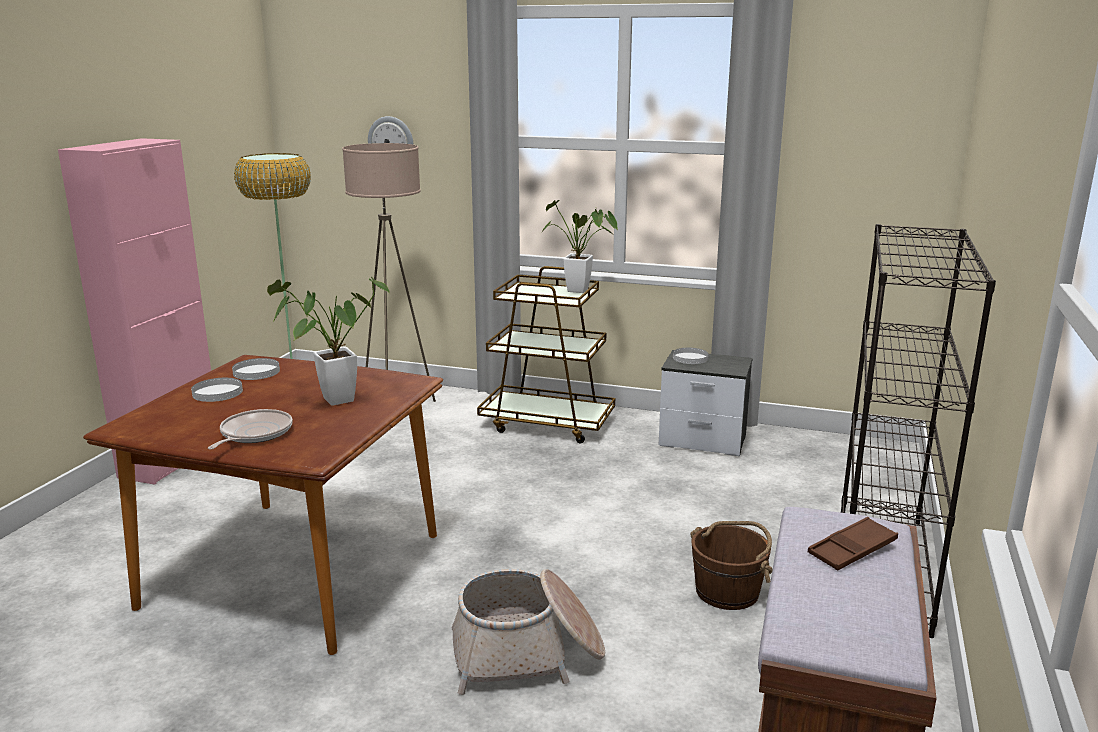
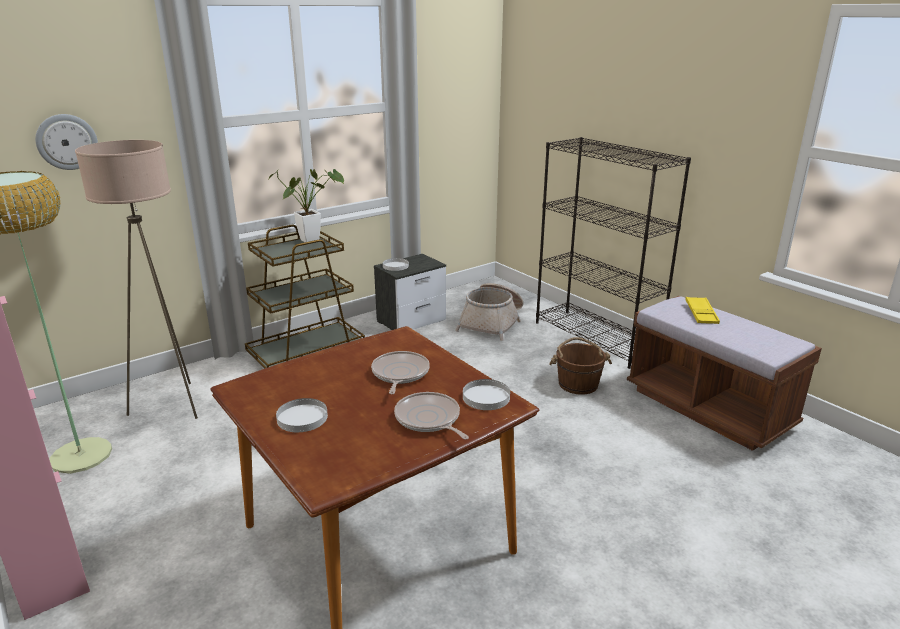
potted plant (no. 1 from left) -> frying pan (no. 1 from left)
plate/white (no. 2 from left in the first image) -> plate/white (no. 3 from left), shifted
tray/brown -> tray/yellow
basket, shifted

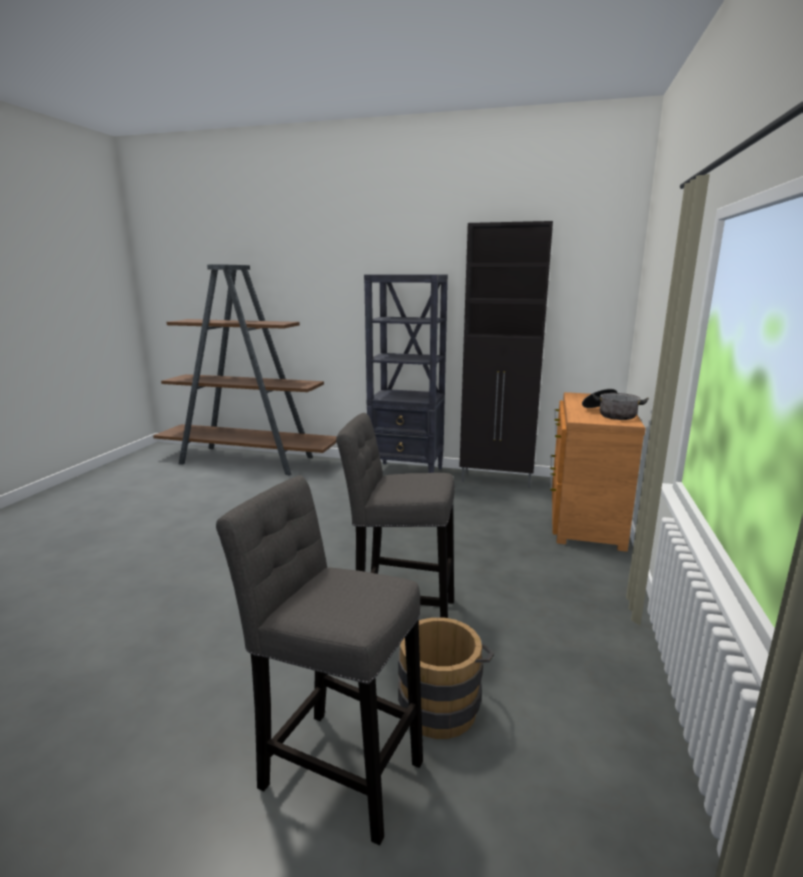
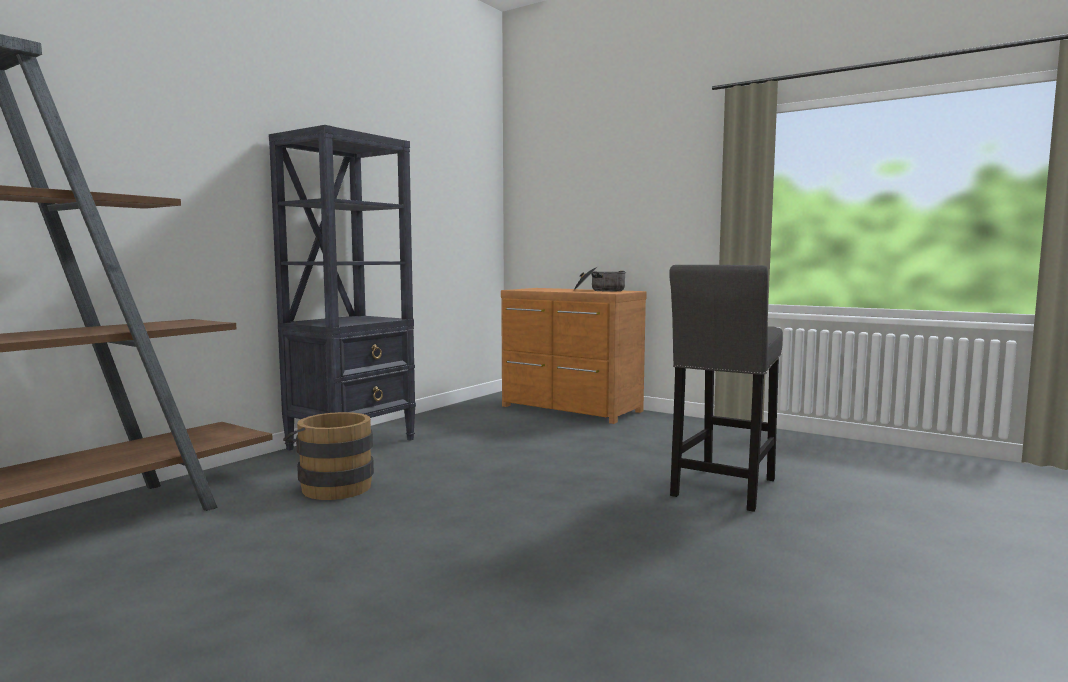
cabinet/black -> none
stool/grey (no. 1 from left) -> none
bucket/brown, shifted

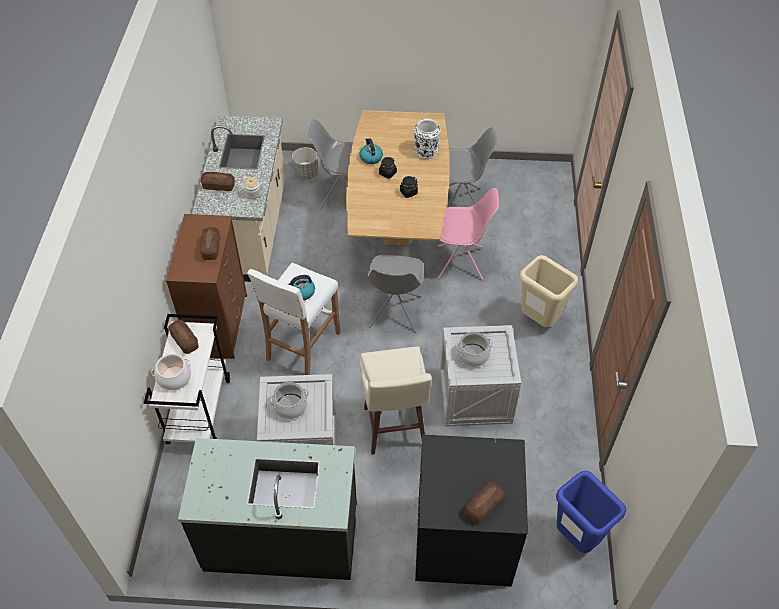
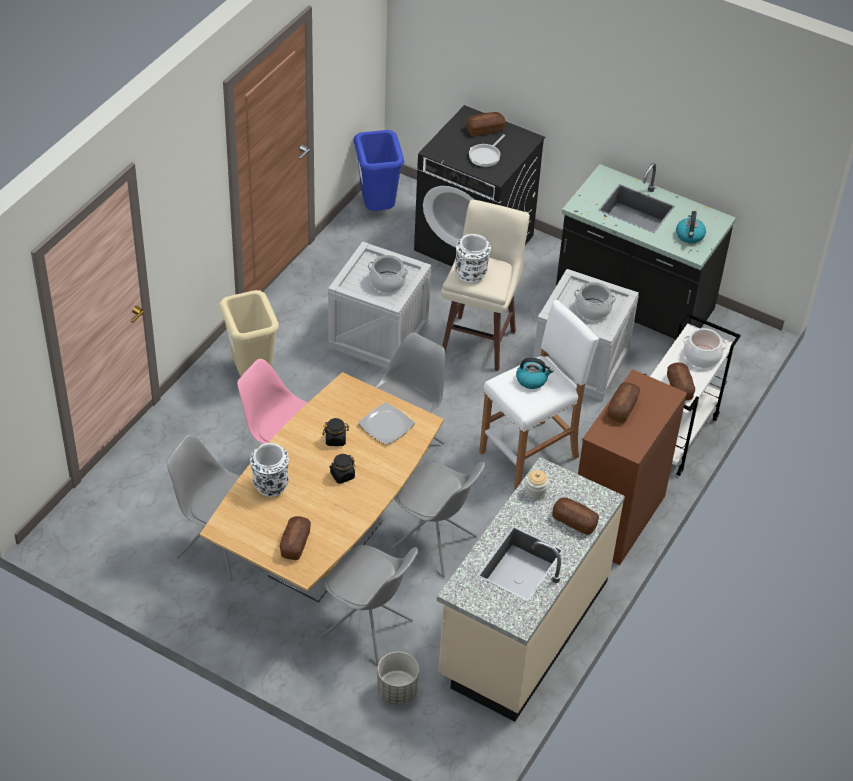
kettle (no. 2 from left), shifted
none -> frying pan
none -> vase/white (no. 2 from left)
none -> plate
none -> chair/grey (no. 4 from left)
none -> bread (no. 1 from left)

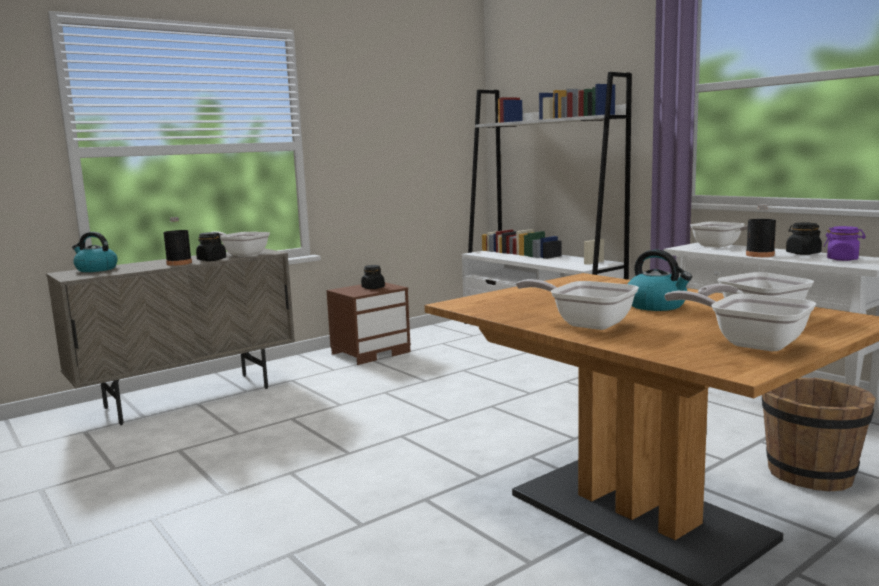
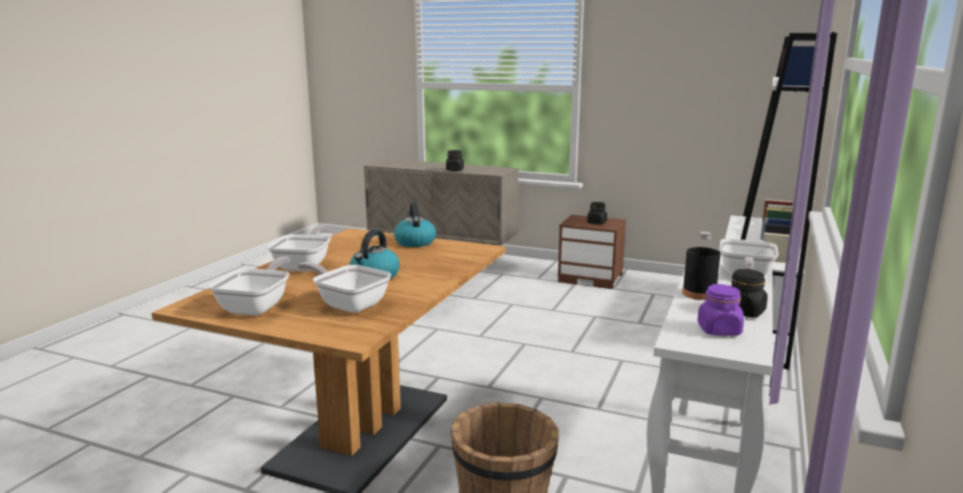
bottle/black (no. 1 from left) -> none
frying pan (no. 1 from left) -> none
kettle (no. 1 from left in the first image) -> kettle (no. 2 from left), shifted

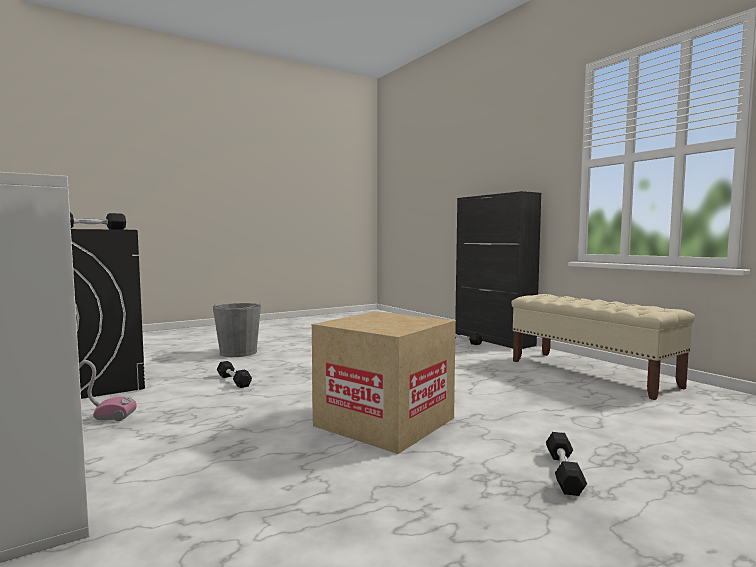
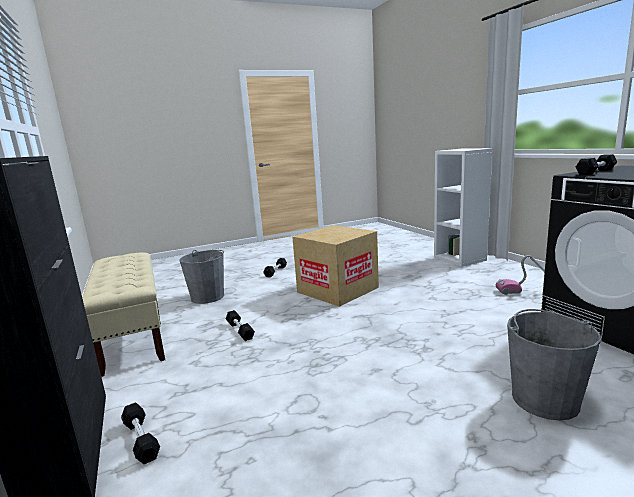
dumbbell/black (no. 2 from left), shifted
none -> bucket/grey (no. 1 from left)

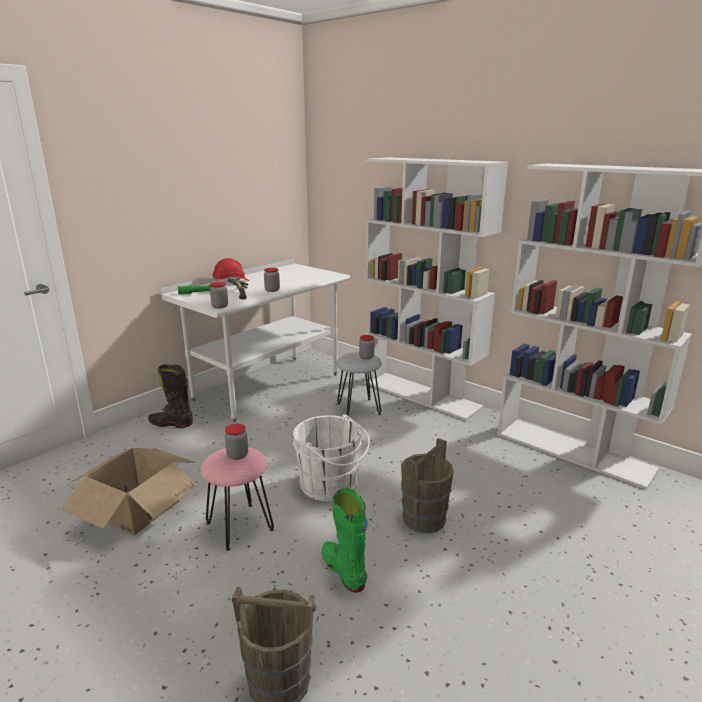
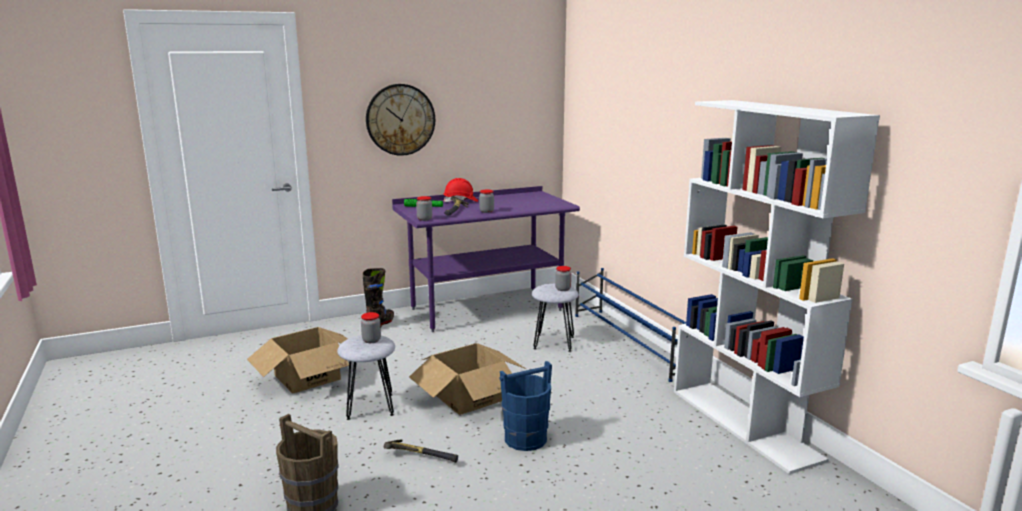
bookcase/white (no. 1 from left) -> shoe rack/blue
desk/white -> desk/purple
boot/black, 75 degrees clockwise
bucket/white -> cardboard box (no. 2 from left)
bucket/brown (no. 2 from left) -> bucket/blue
stool/pink -> stool/grey (no. 1 from left)
boot/green -> hammer (no. 1 from left)
none -> wall clock

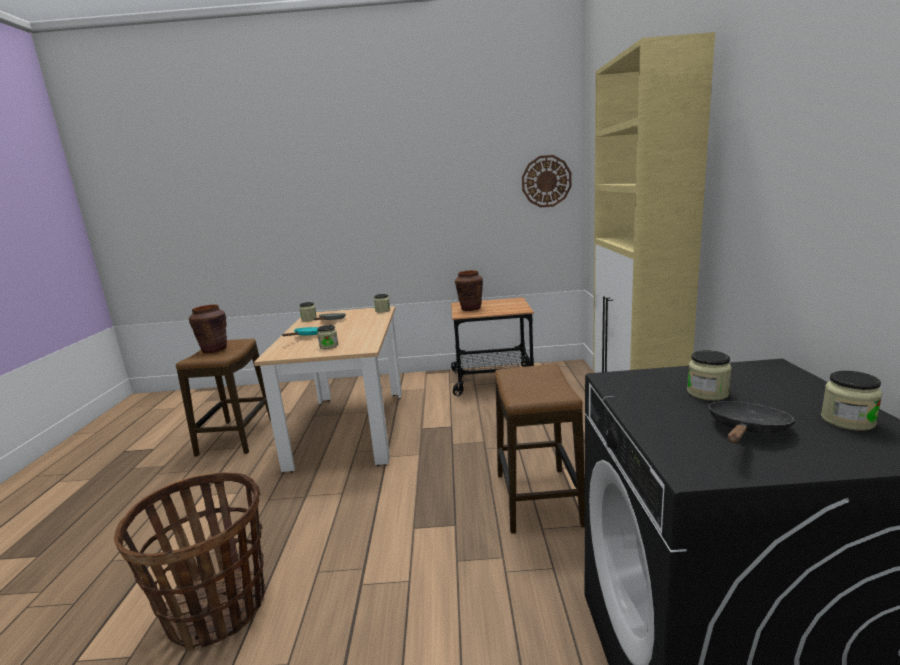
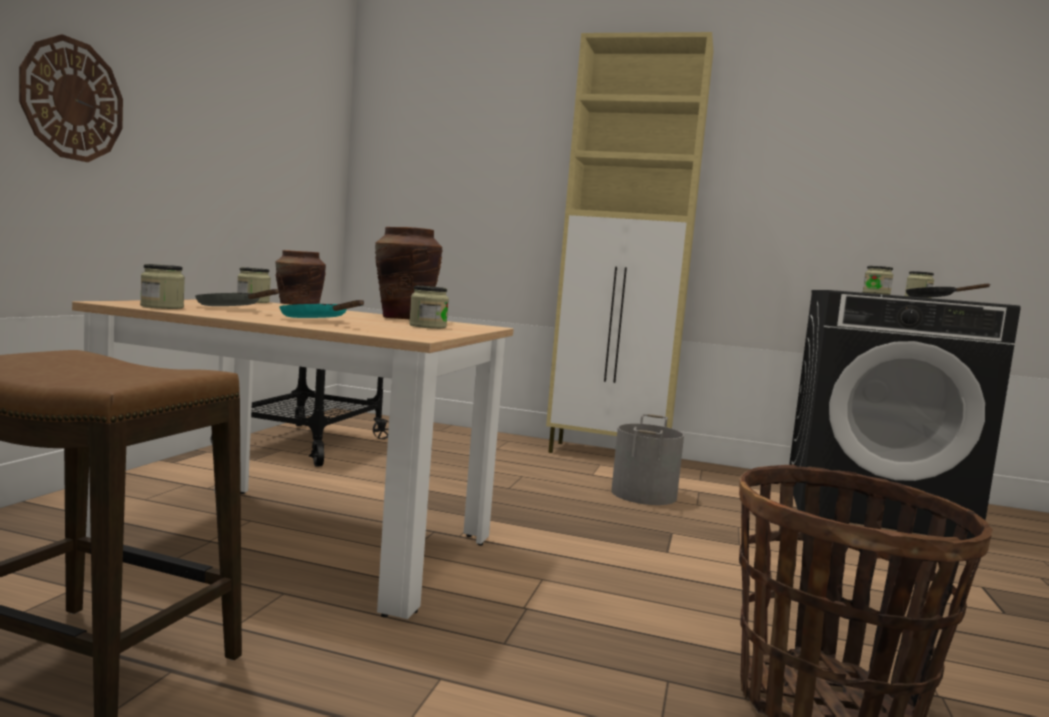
wall clock, shifted
vase/brown (no. 1 from left in the first image) -> vase/brown (no. 2 from left), shifted
stool (no. 2 from left) -> bucket/grey

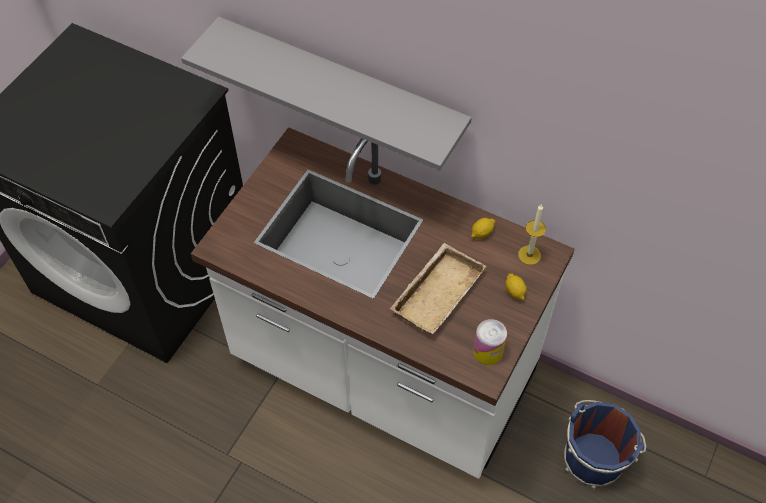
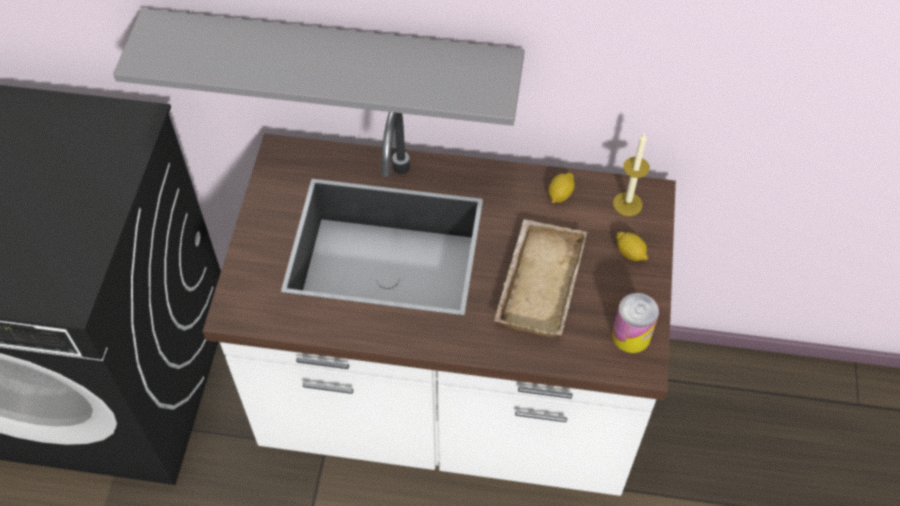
bucket/blue -> none

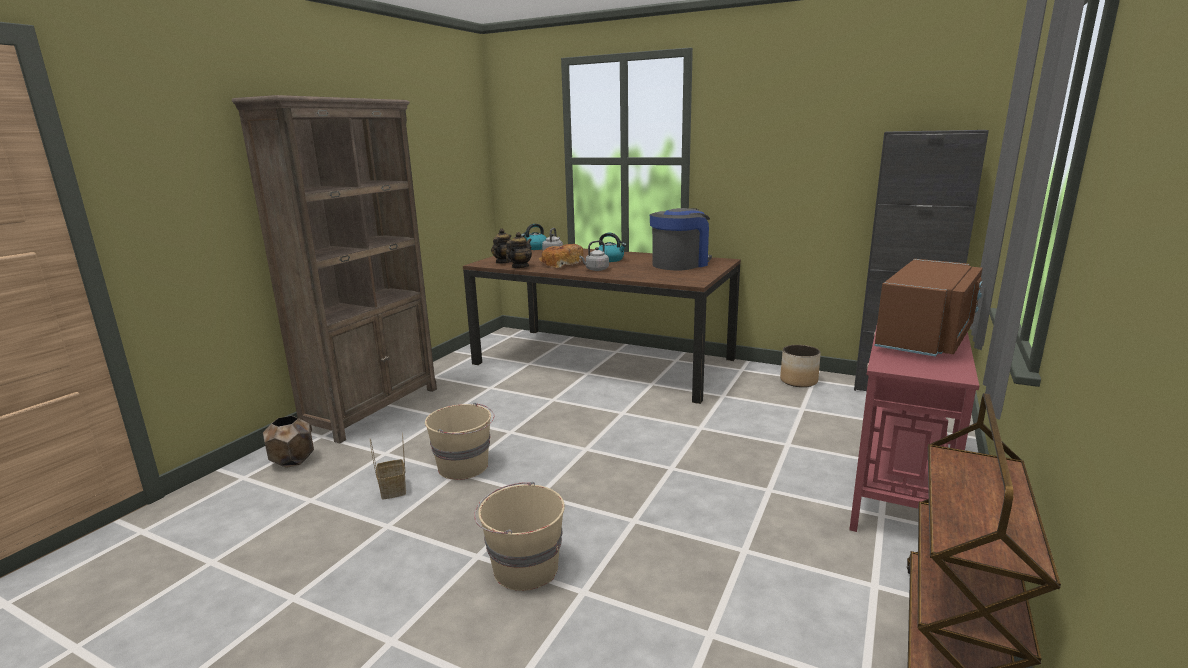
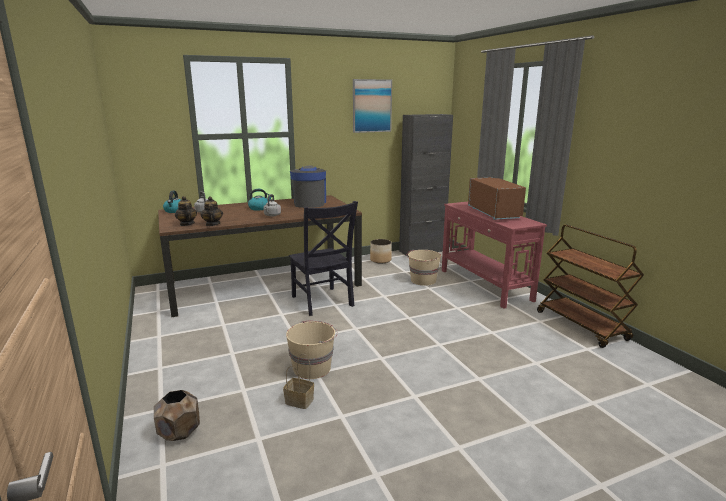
bookcase/brown -> none
bread -> none
bucket/beige (no. 2 from left), shifted
none -> picture
none -> chair/black

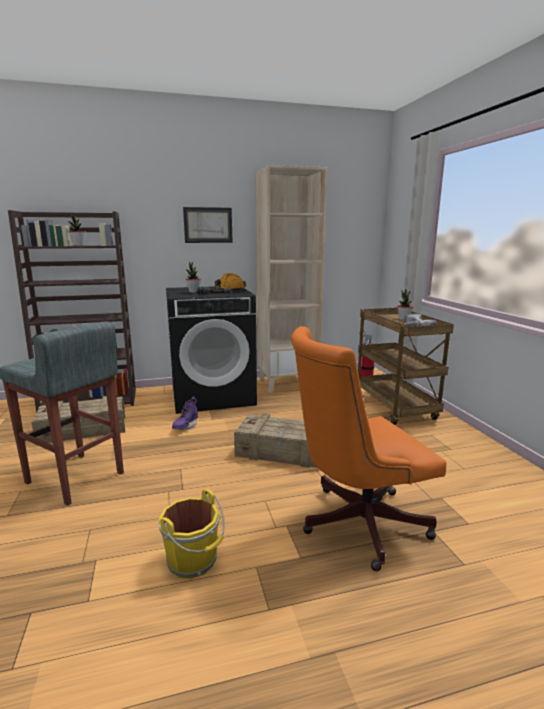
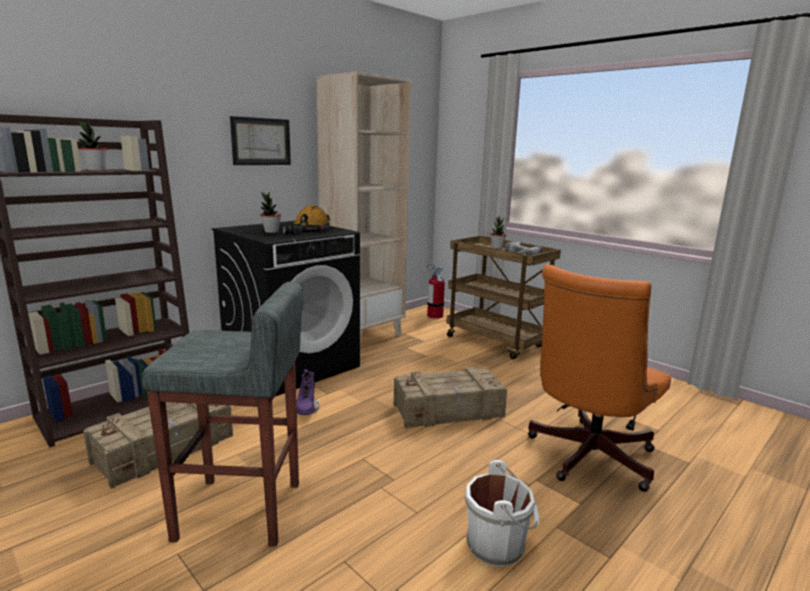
bucket/yellow -> bucket/white

